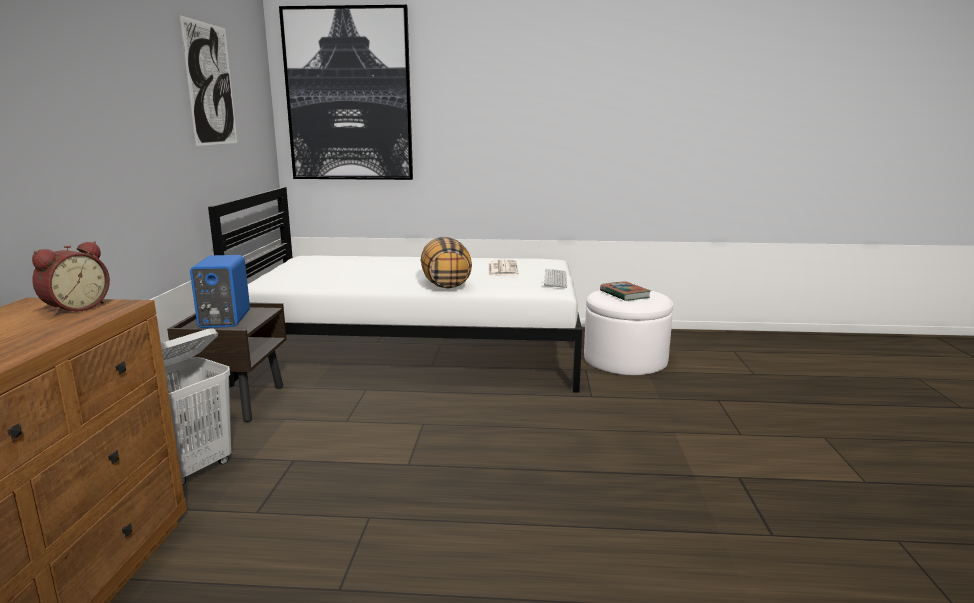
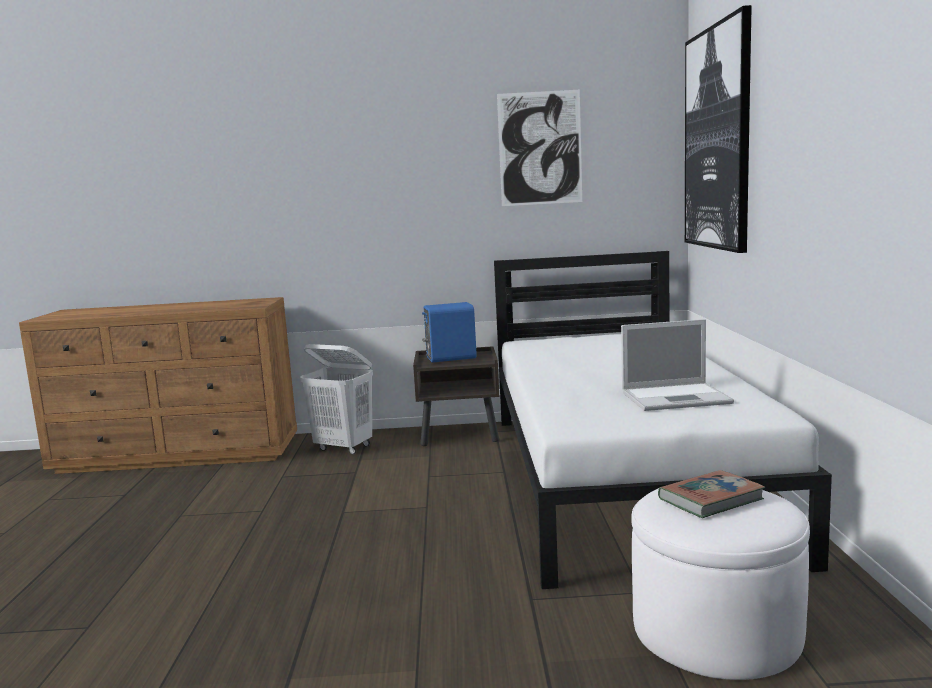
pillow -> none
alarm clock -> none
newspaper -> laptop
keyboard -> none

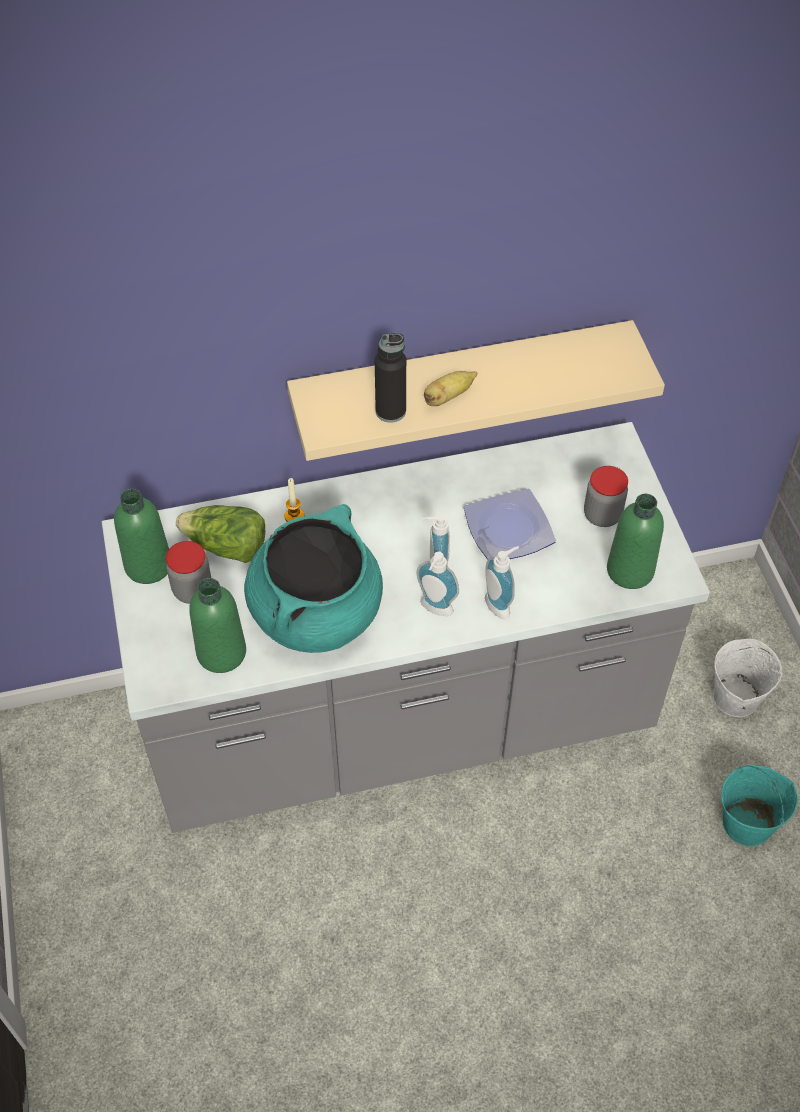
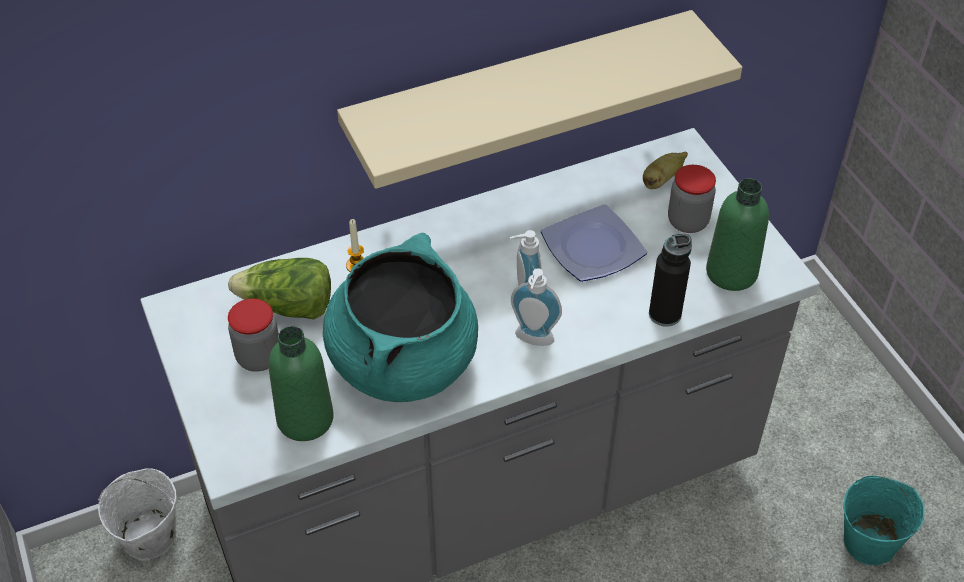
bottle/black, shifted
banana, shifted
bottle/green (no. 1 from left) -> none
soap dispenser (no. 3 from left) -> none
bucket/white, shifted

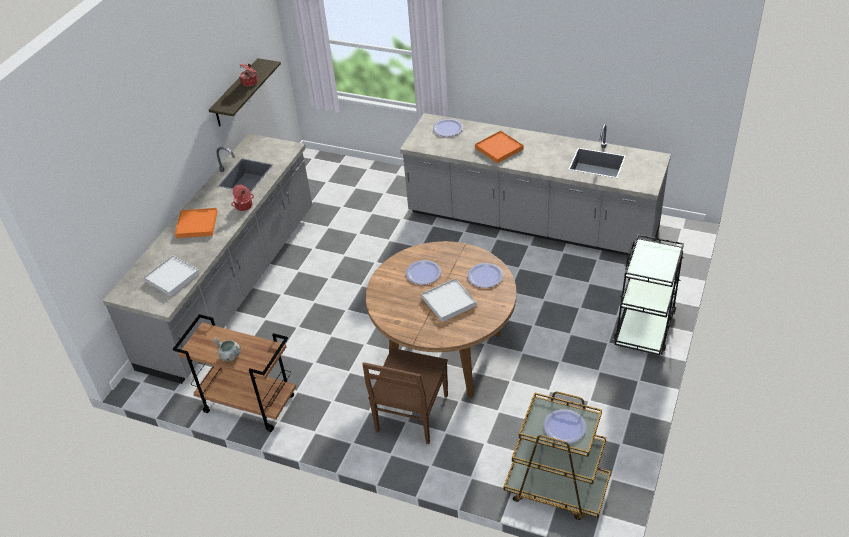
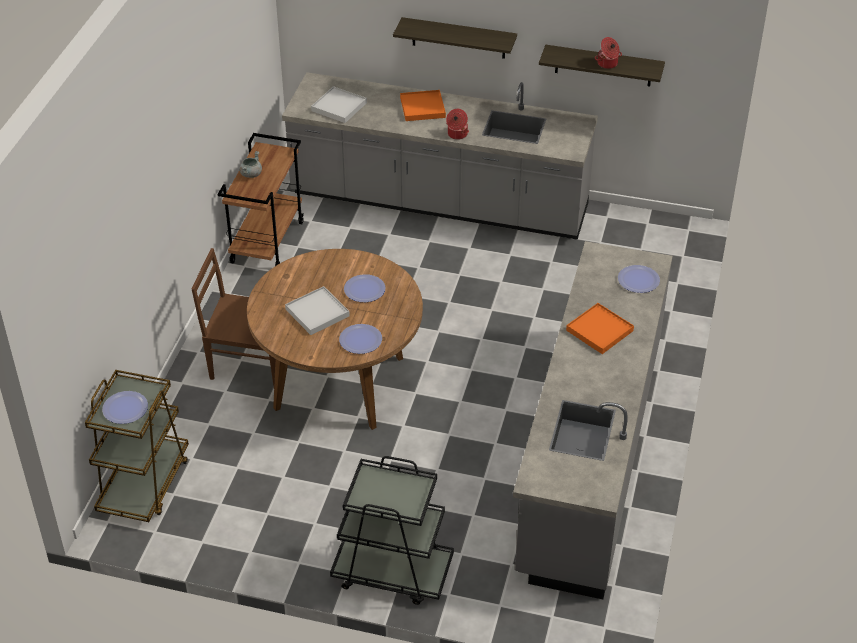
none -> shelf (no. 1 from left)

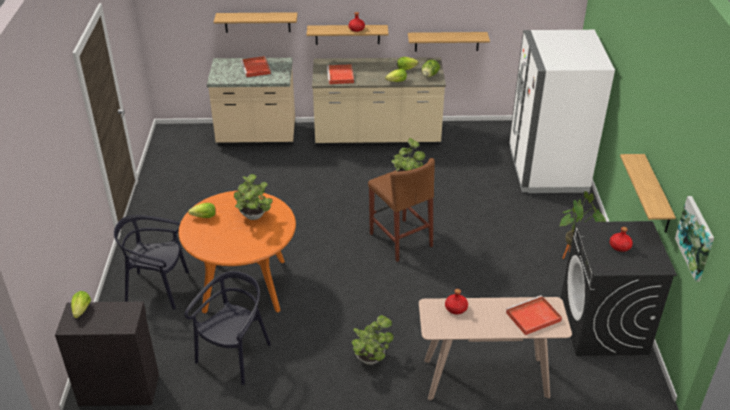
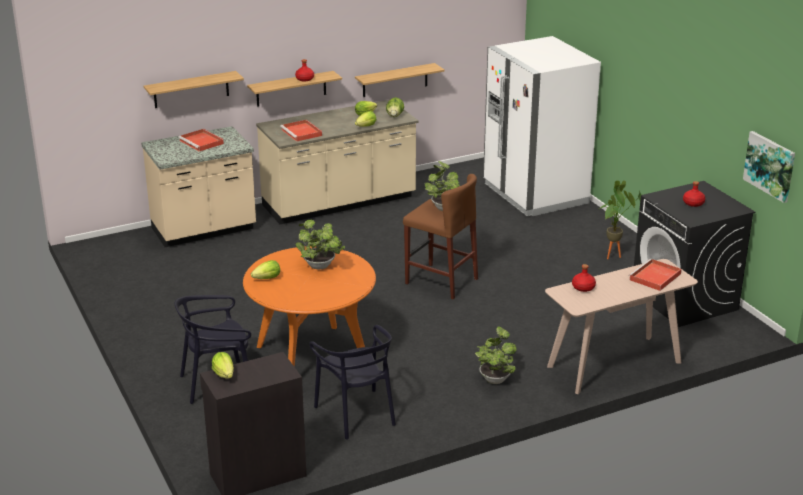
shelf (no. 4 from left) -> none
chair/black (no. 2 from left), 150 degrees clockwise

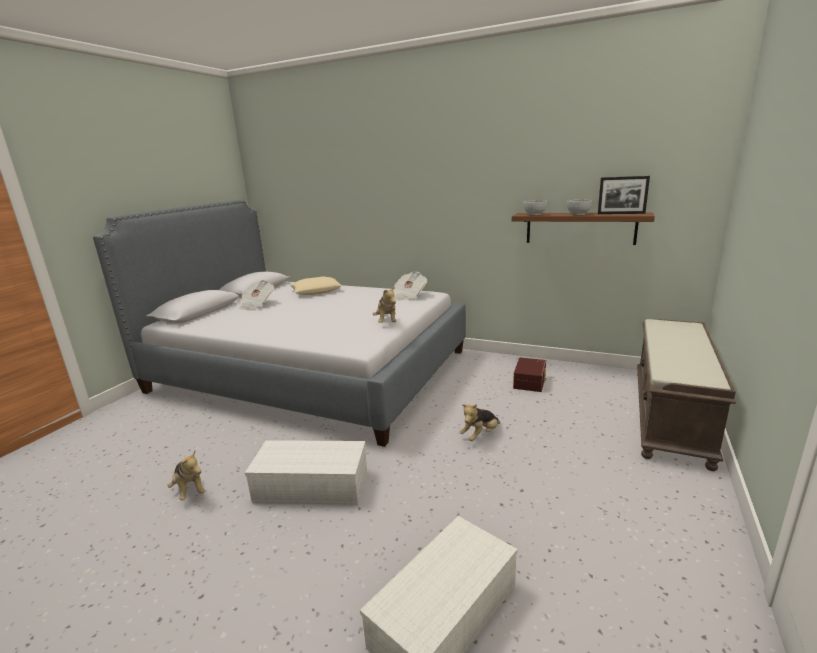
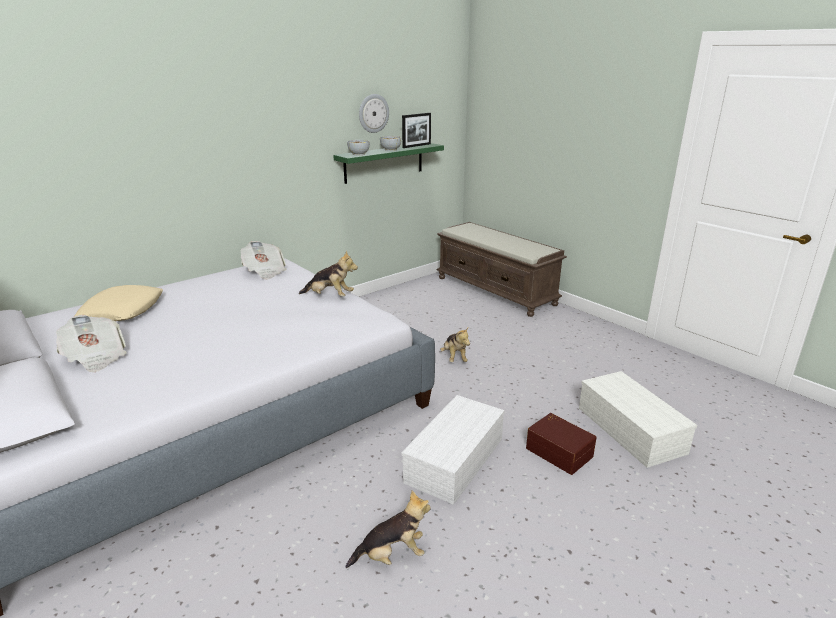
shelf/brown -> shelf/green
storage box/brown, shifted
none -> wall clock

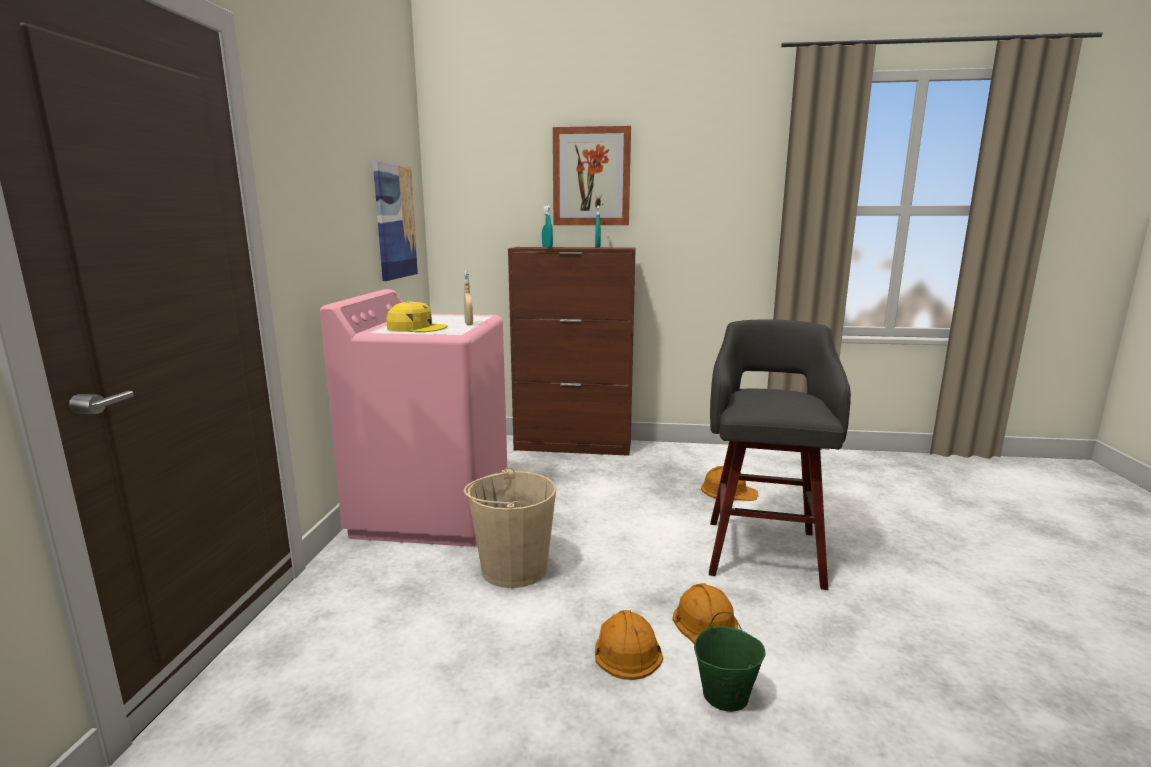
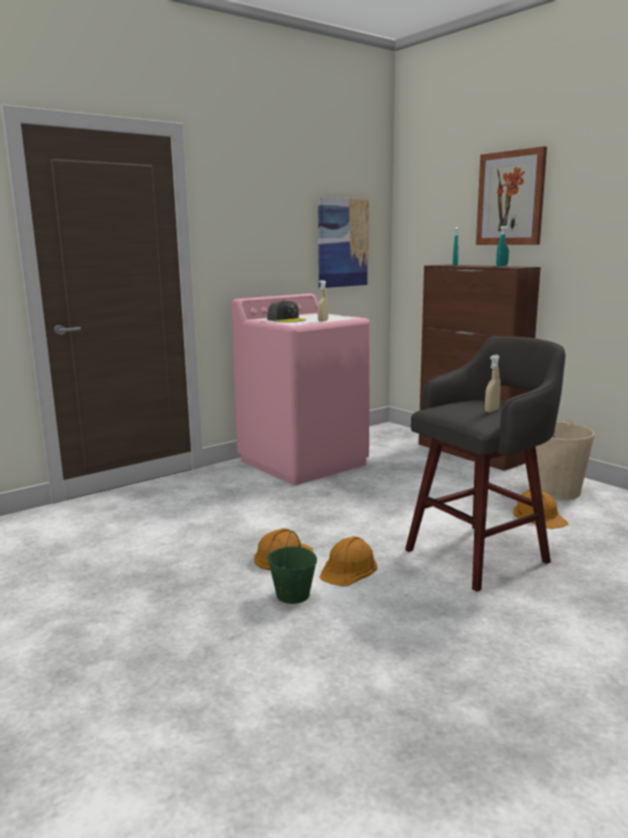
cap/yellow -> cap/grey
bucket/beige, shifted
none -> spray bottle/beige (no. 2 from left)

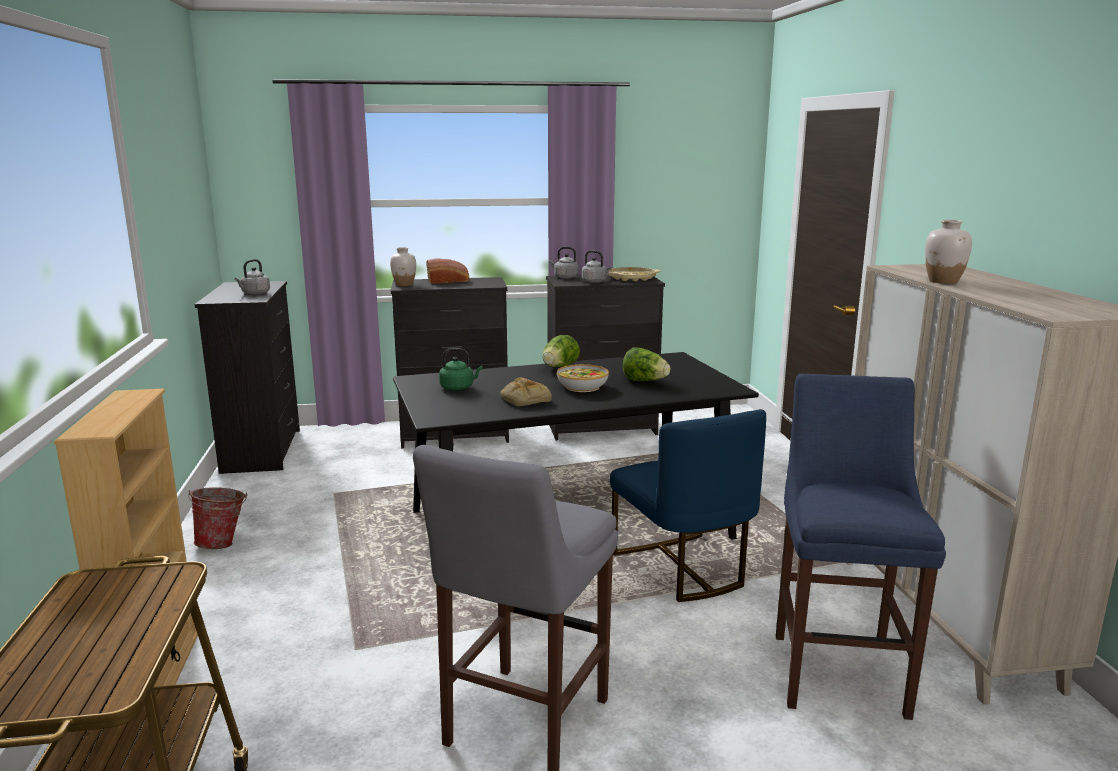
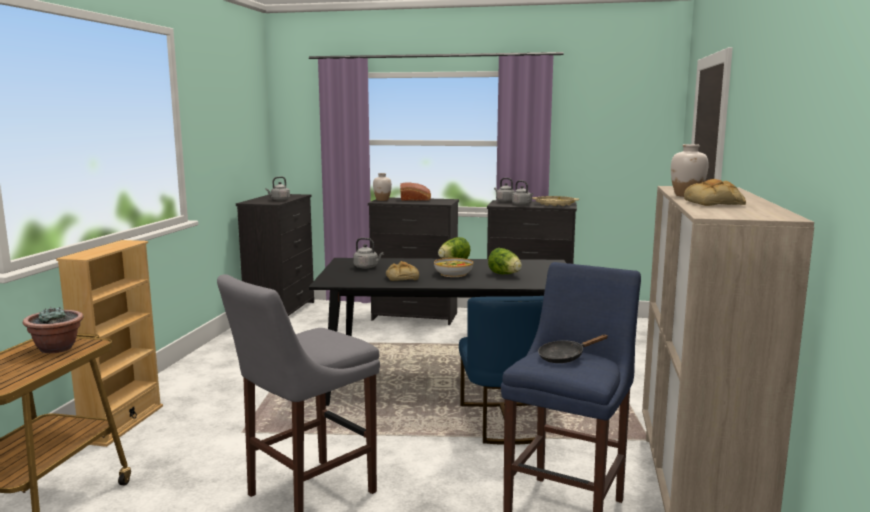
kettle/green -> kettle/grey (no. 2 from left)
bucket -> none
none -> bread (no. 3 from left)
none -> potted plant
none -> frying pan/black

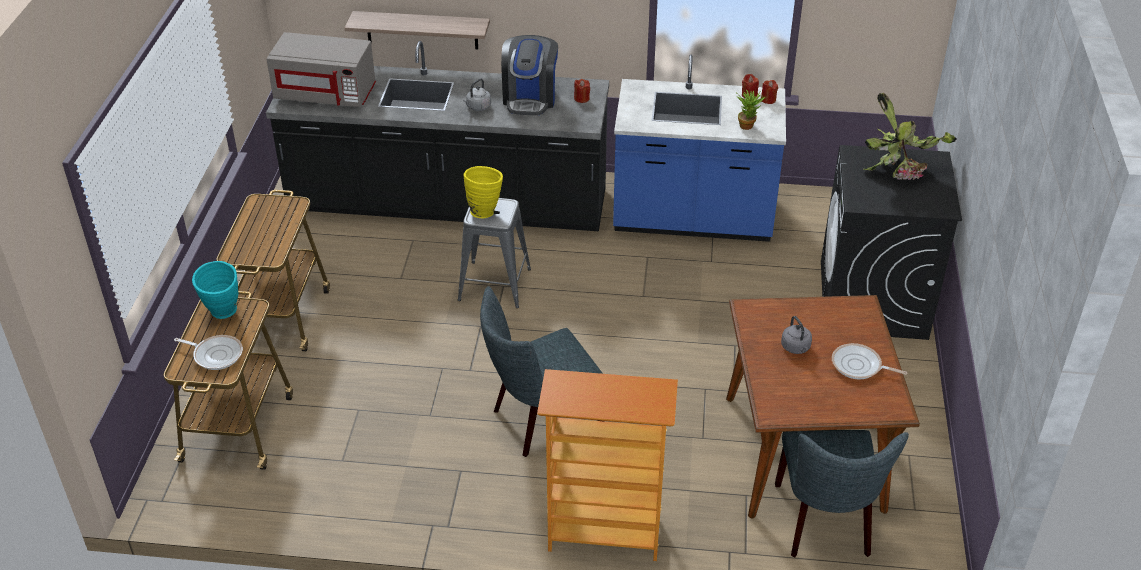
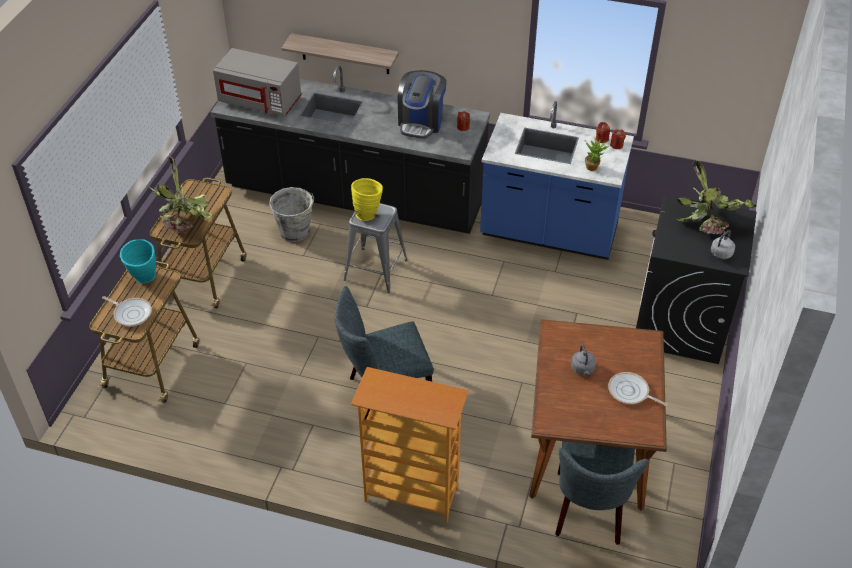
kettle/grey (no. 1 from left in the first image) -> kettle/grey (no. 2 from left), shifted
none -> potted plant (no. 1 from left)
none -> bucket/grey

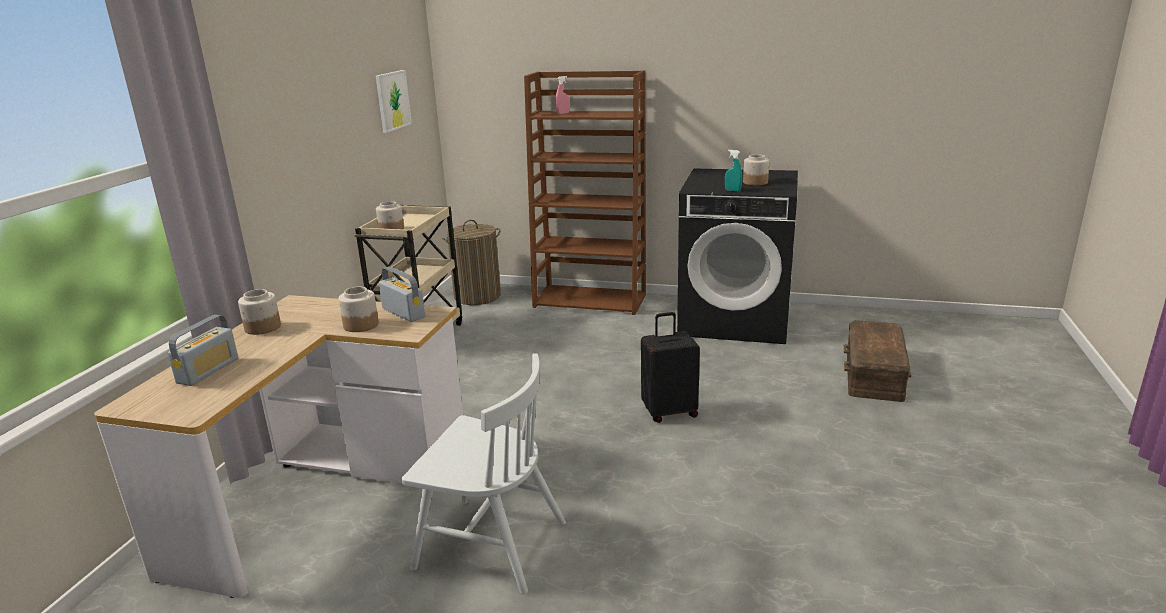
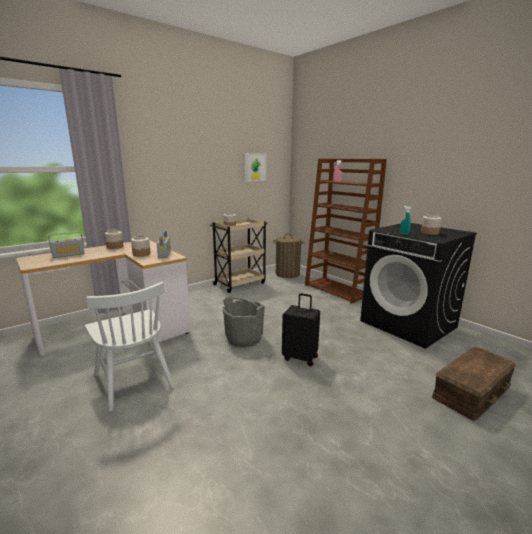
none -> bucket/grey

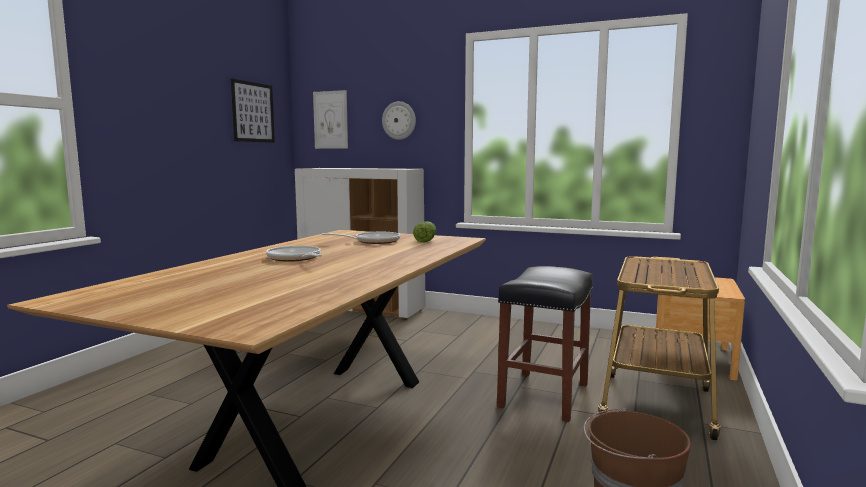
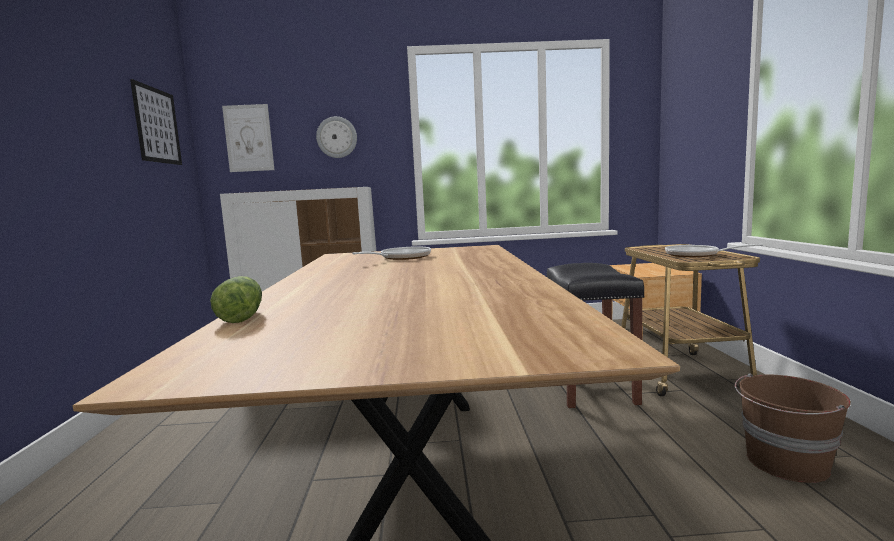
lettuce, shifted
frying pan (no. 1 from left in the first image) -> frying pan (no. 2 from left), shifted

